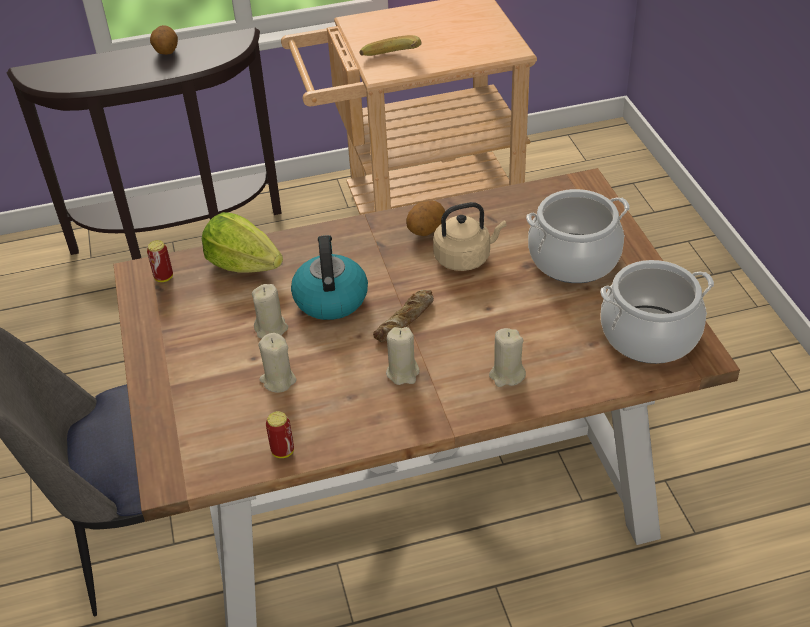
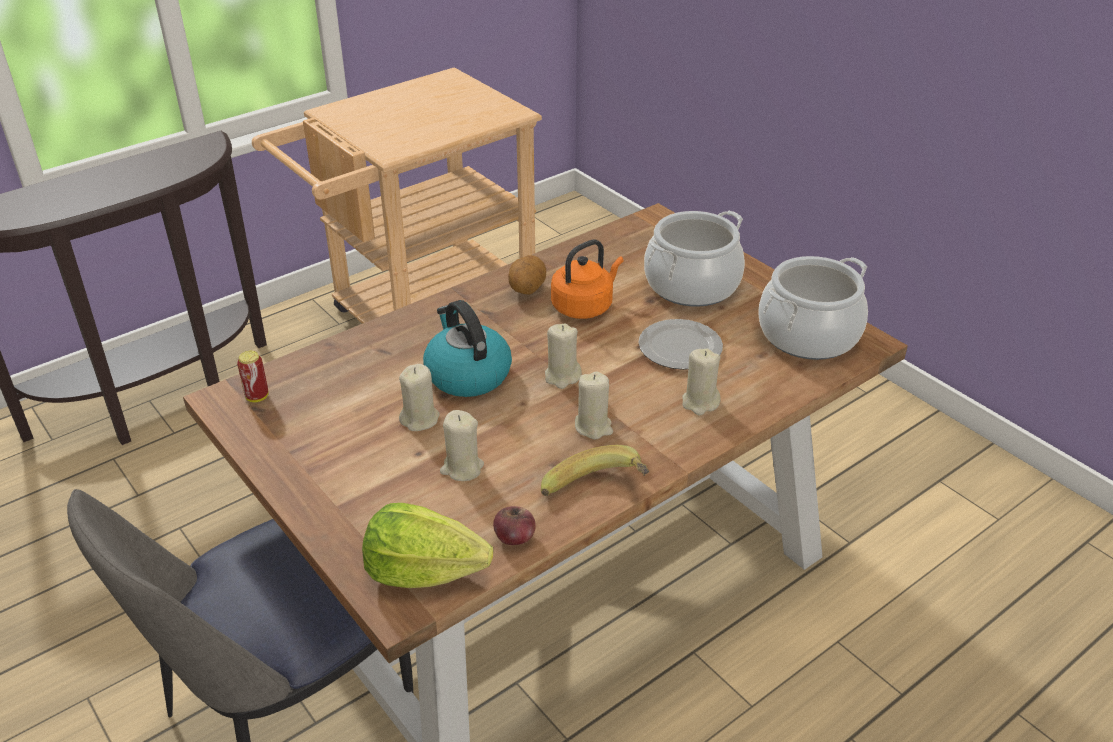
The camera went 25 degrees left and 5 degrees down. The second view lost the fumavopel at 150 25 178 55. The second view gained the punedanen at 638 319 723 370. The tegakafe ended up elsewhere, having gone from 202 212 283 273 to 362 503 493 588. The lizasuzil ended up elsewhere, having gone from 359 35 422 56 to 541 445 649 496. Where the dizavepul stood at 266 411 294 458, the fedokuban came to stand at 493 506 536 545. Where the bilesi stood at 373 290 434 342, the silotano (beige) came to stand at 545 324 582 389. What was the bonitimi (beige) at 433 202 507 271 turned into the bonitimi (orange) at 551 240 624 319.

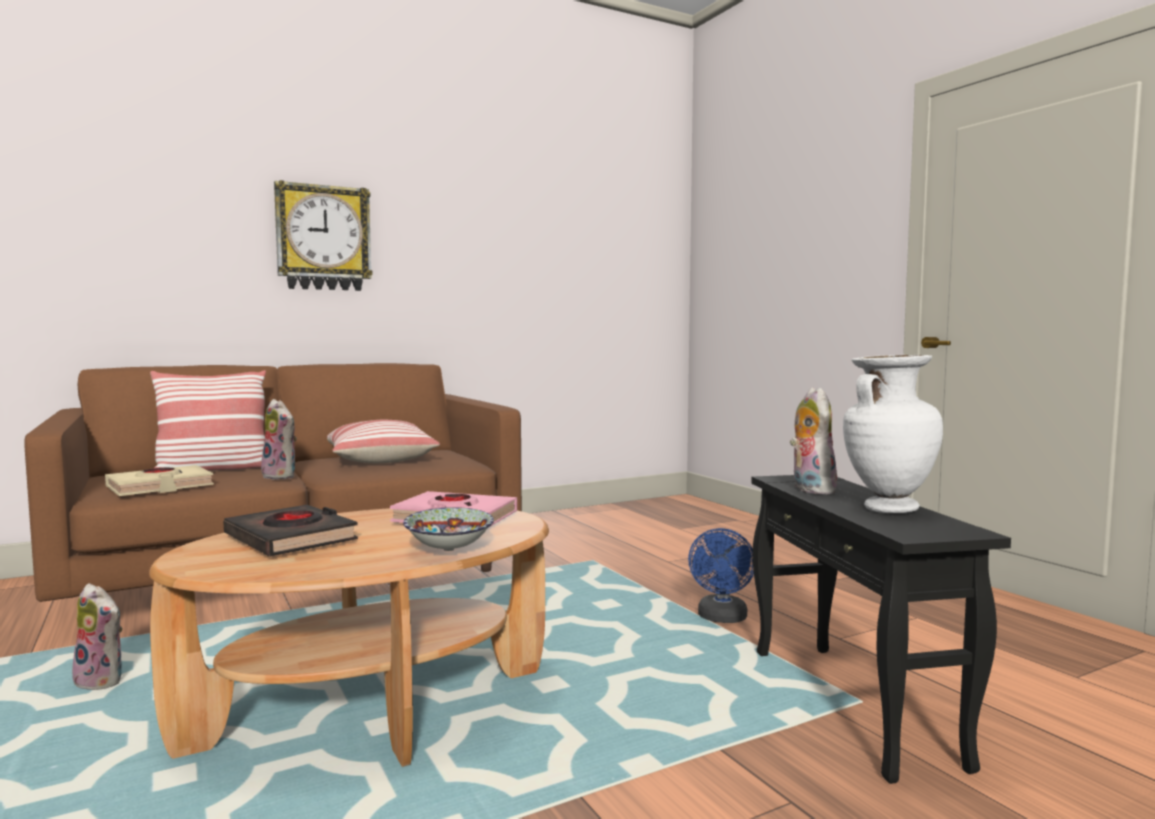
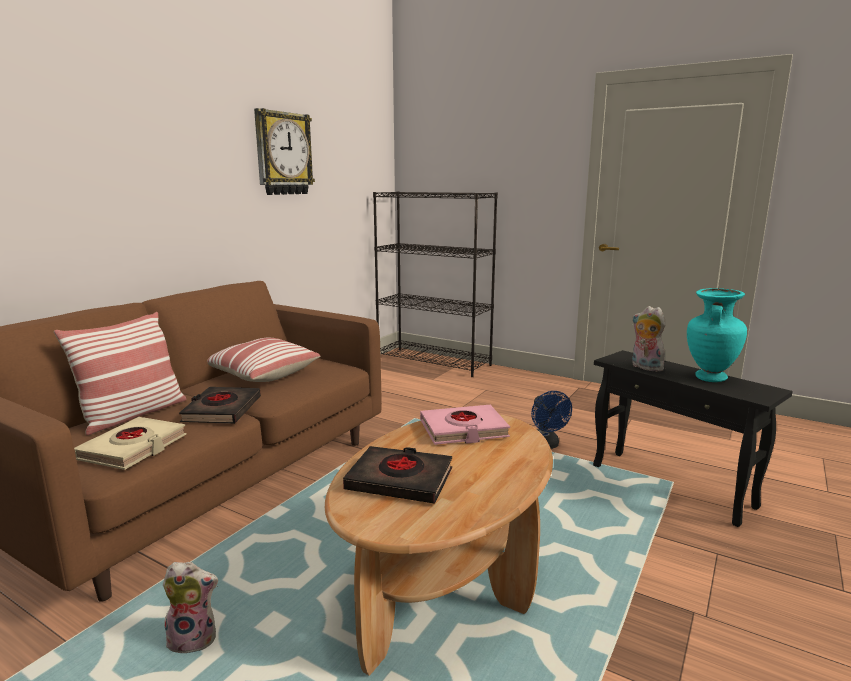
The camera went 30 degrees left and 10 degrees up. The second view lost the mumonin at 403 507 494 551. The second view gained the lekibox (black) at 373 191 498 377. The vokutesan ended up elsewhere, having gone from 274 180 373 291 to 254 108 315 195. Where the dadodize stood at 261 399 297 480, the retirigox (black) came to stand at 179 387 261 424. What was the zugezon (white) at 843 355 943 513 turned into the zugezon (turquoise) at 687 288 747 382.

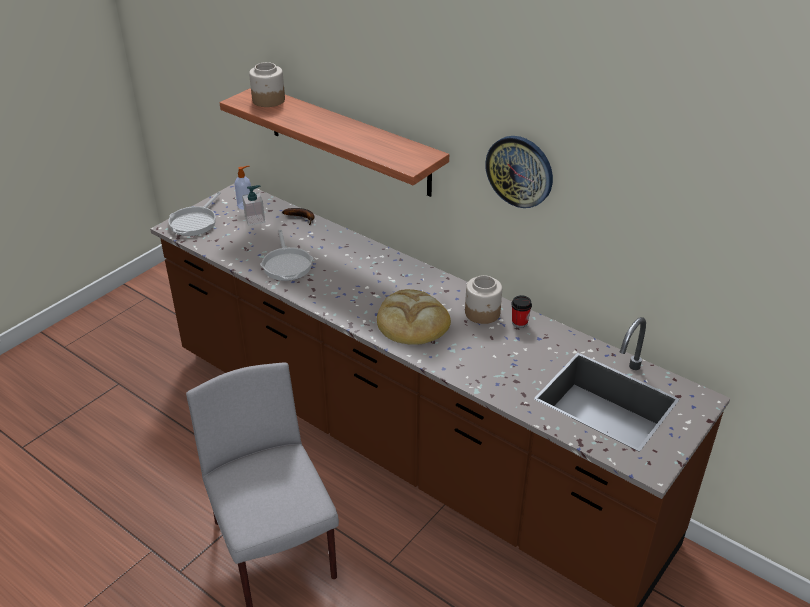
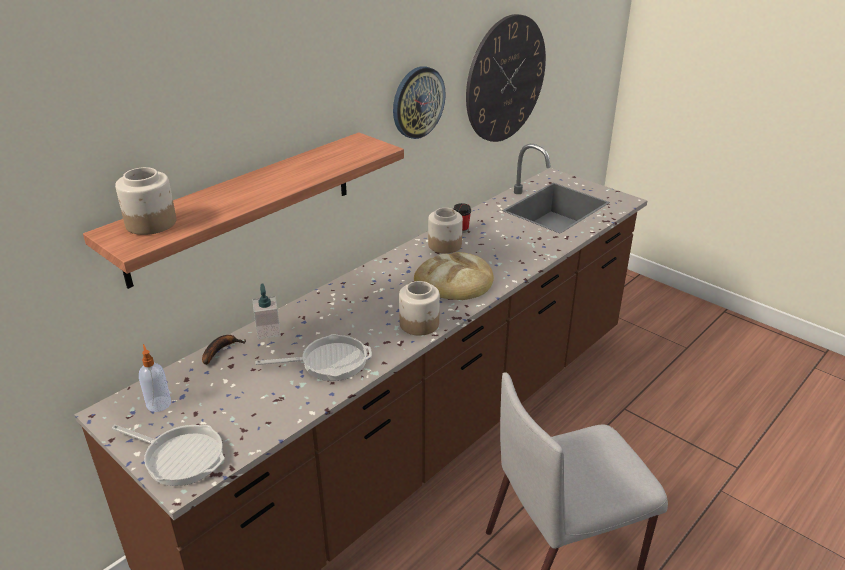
The camera went 85 degrees left and 5 degrees down. The second view gained the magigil at 399 281 440 336. The second view gained the vokutesan at 466 14 546 142. The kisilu ended up elsewhere, having gone from 242 185 265 226 to 252 284 281 340.

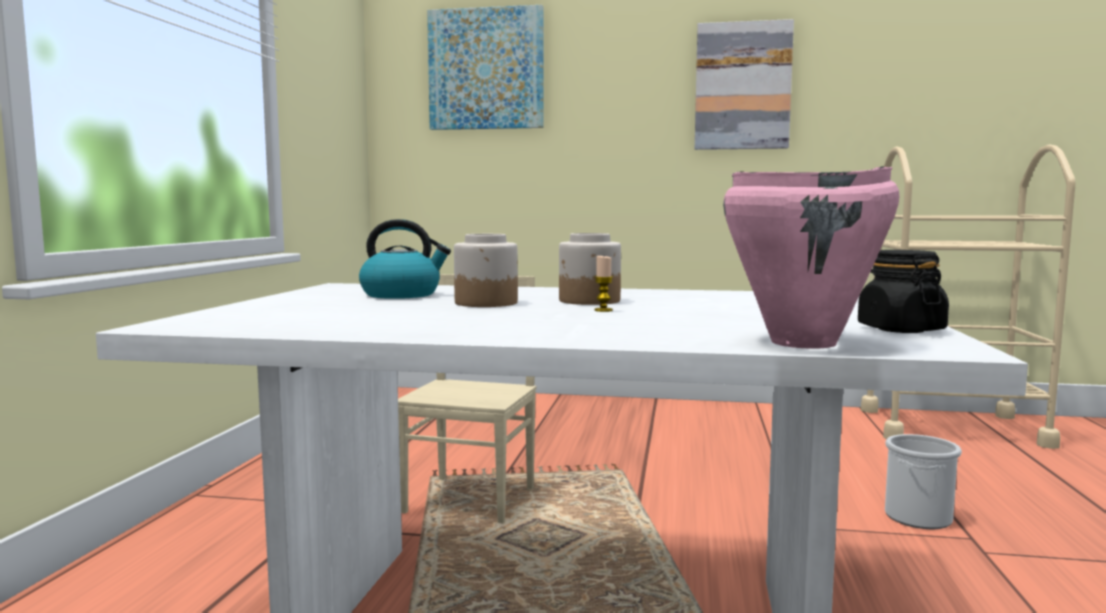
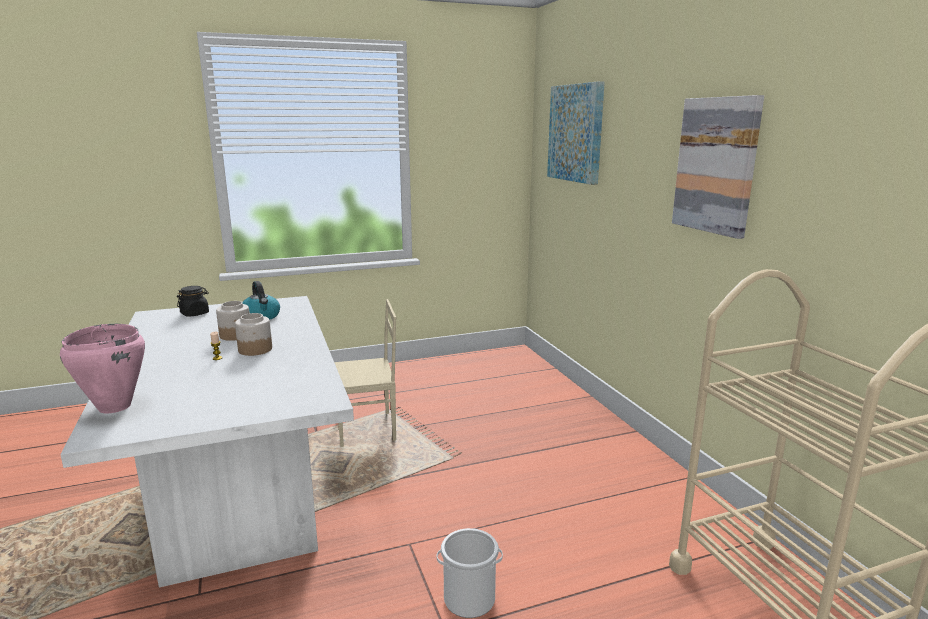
The camera went 60 degrees right and 10 degrees up. The magigil (black) ended up elsewhere, having gone from 858 250 949 333 to 177 286 209 317.

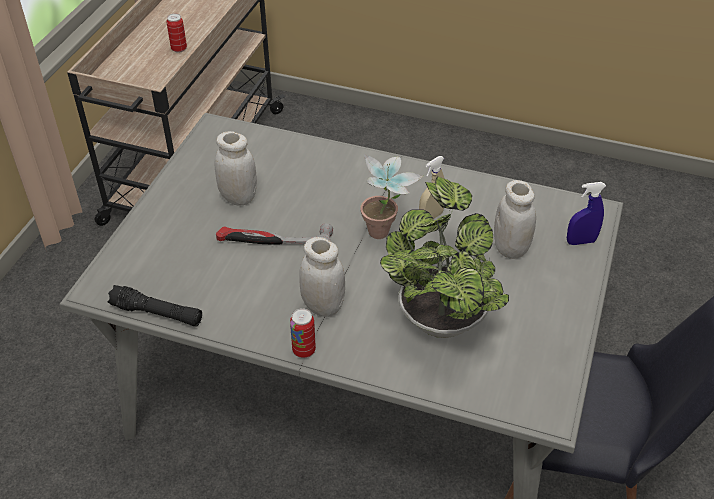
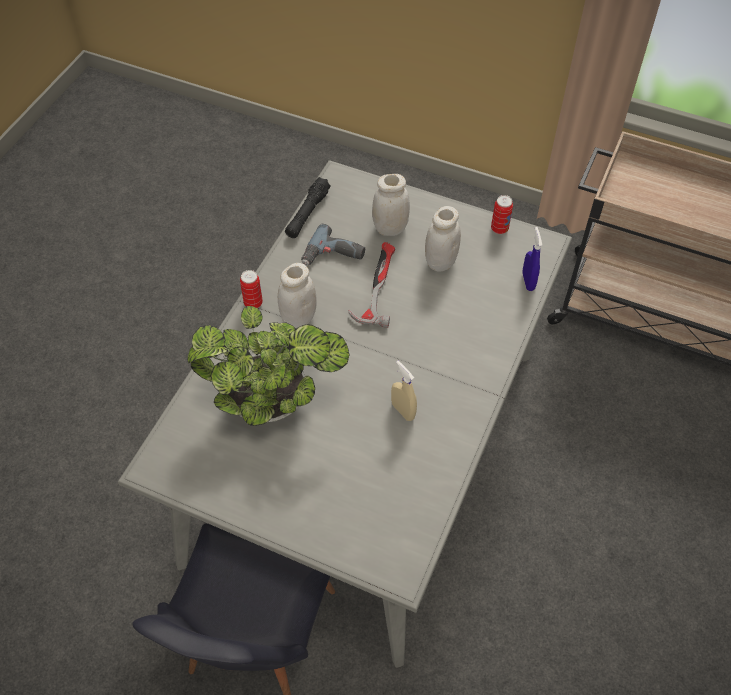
The camera went 95 degrees right and 10 degrees up. The second view lost the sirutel at 360 154 423 239. The second view gained the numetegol at 301 223 365 266. The dizavepul ended up elsewhere, having gone from 167 13 187 53 to 491 195 513 234. The magigil (white) ended up elsewhere, having gone from 494 180 536 259 to 372 174 410 236. The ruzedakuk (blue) ended up elsewhere, having gone from 567 182 606 245 to 522 227 542 291.

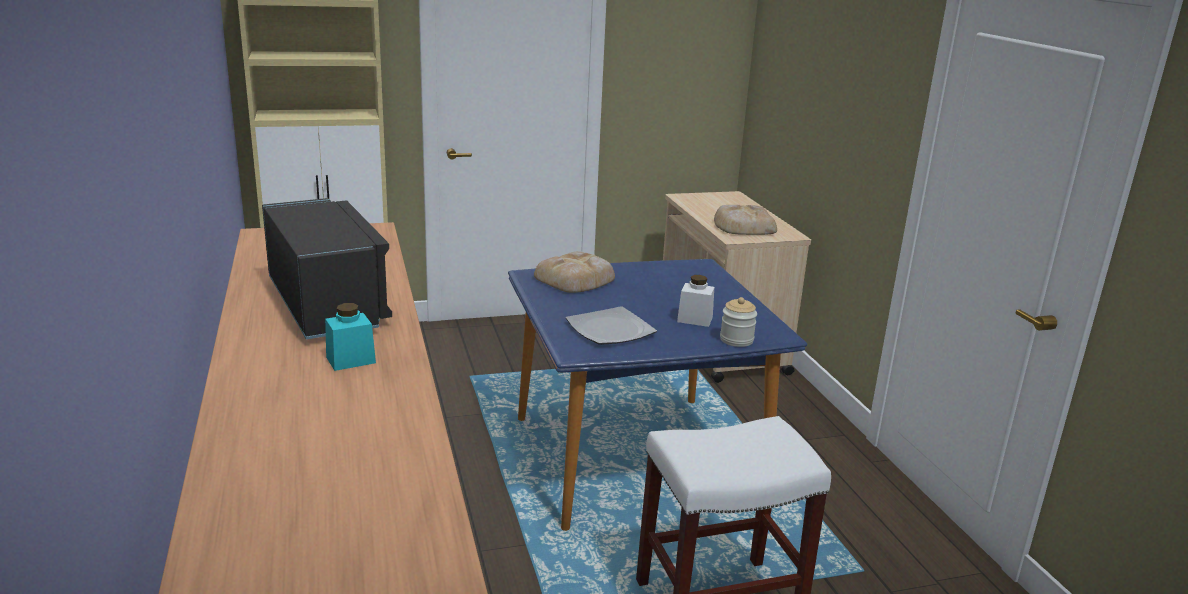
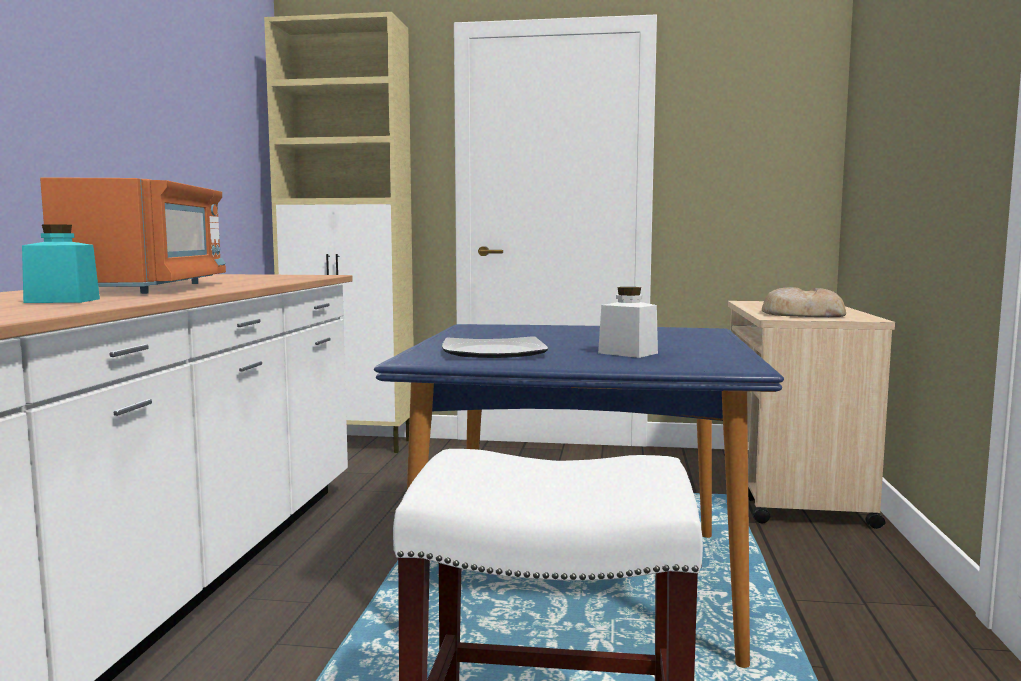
The camera went 25 degrees right and 15 degrees down. The second view lost the bilesi at 534 251 615 293. The second view lost the magigil at 720 297 757 347. What was the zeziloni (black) at 262 198 392 339 turned into the zeziloni (orange) at 40 177 226 294.

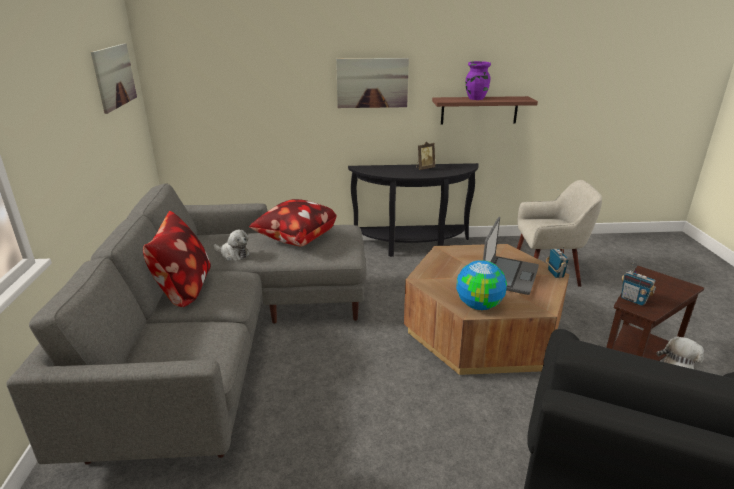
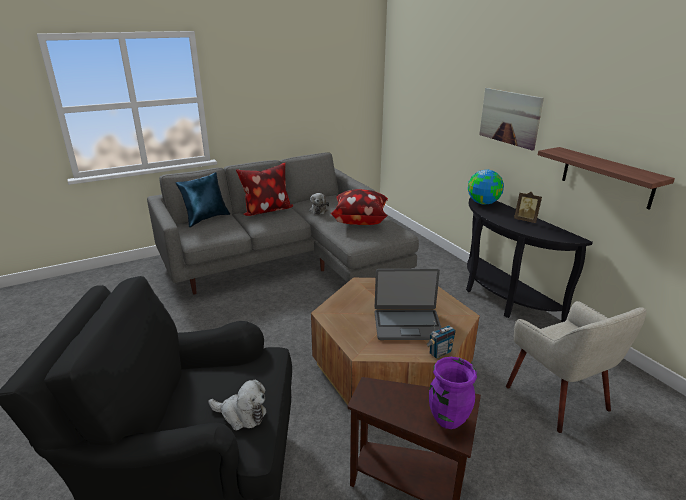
The camera went 65 degrees right and 0 degrees up. The second view lost the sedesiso at 91 43 137 114. The second view lost the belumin at 621 259 656 306. The second view gained the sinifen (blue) at 176 172 230 227. The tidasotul ended up elsewhere, having gone from 456 260 507 310 to 468 169 504 205. The zugezon (purple) ended up elsewhere, having gone from 466 61 491 100 to 429 357 477 429.

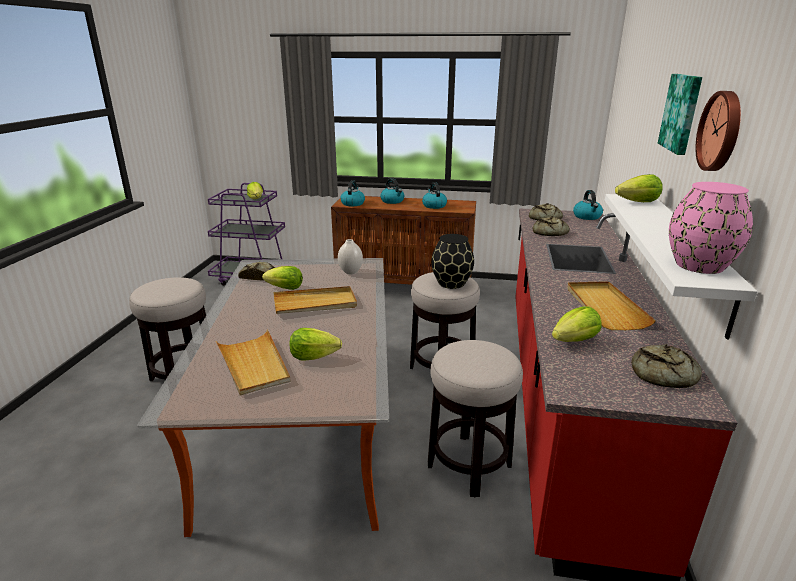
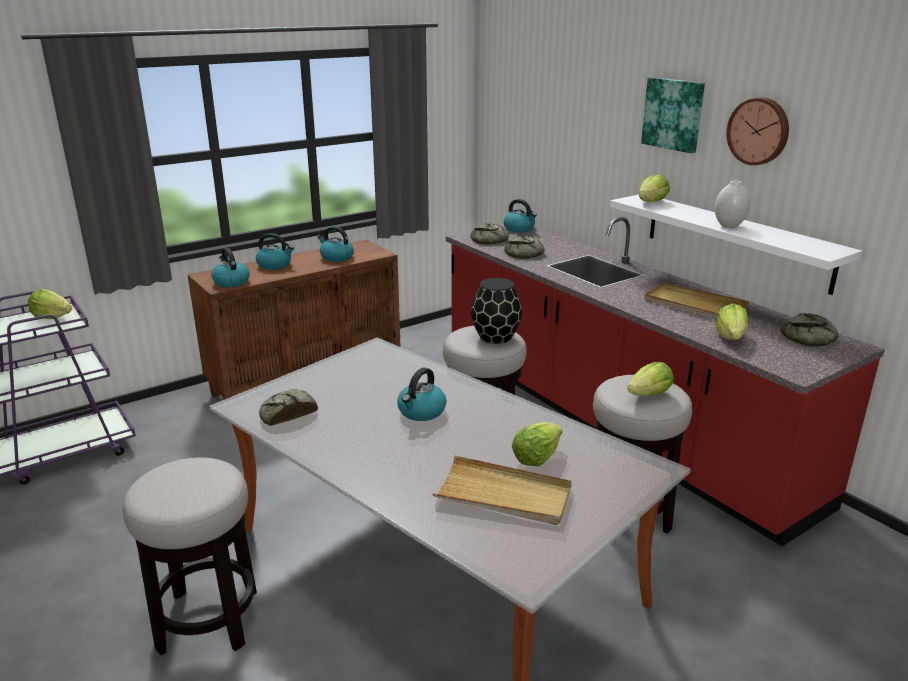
The camera went 45 degrees left and 0 degrees up. The second view lost the zugezon (pink) at 669 182 753 274. The tegakafe ended up elsewhere, having gone from 262 266 303 290 to 627 362 673 396. The zugezon (white) ended up elsewhere, having gone from 338 239 363 274 to 715 180 750 228. Where the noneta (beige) stood at 273 286 357 314, the bonitimi came to stand at 397 368 446 421.

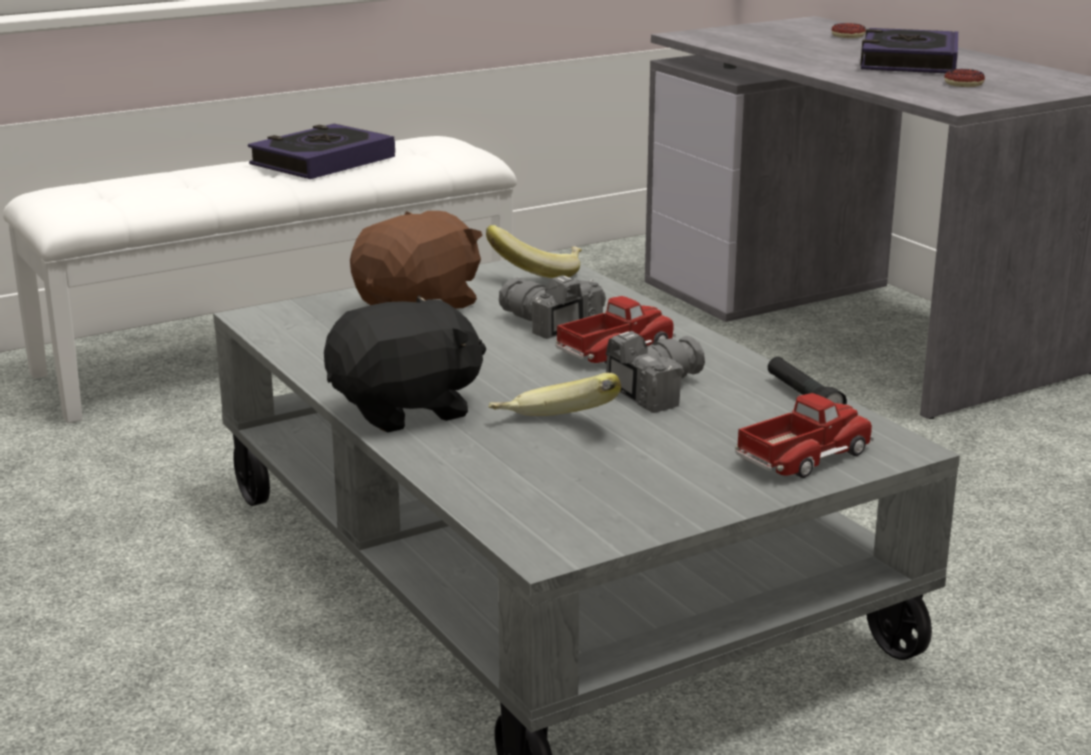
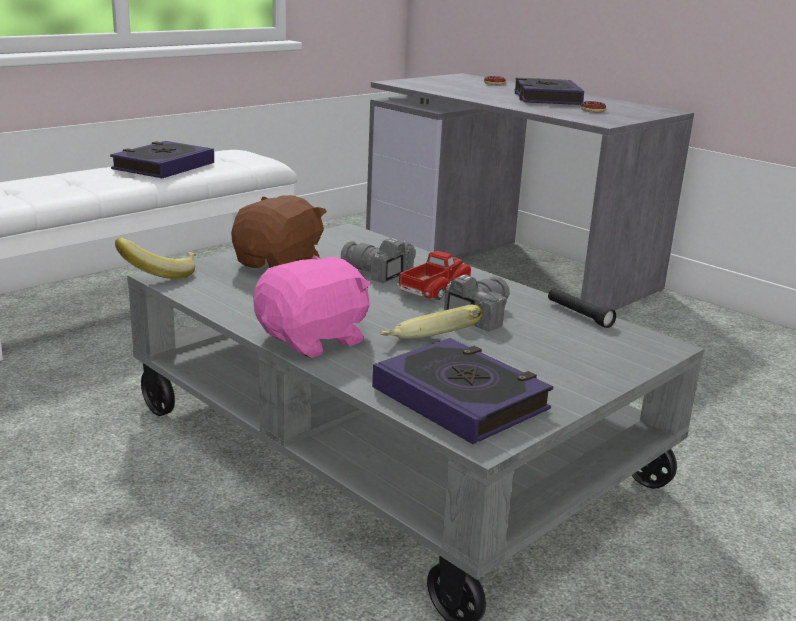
The camera went 15 degrees left and 0 degrees up. The second view lost the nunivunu at 735 393 874 478. The second view gained the retirigox at 372 338 553 444. The lizasuzil ended up elsewhere, having gone from 486 225 582 278 to 115 238 196 279. What was the dadodize (black) at 324 295 486 433 turned into the dadodize (pink) at 253 255 370 358.

